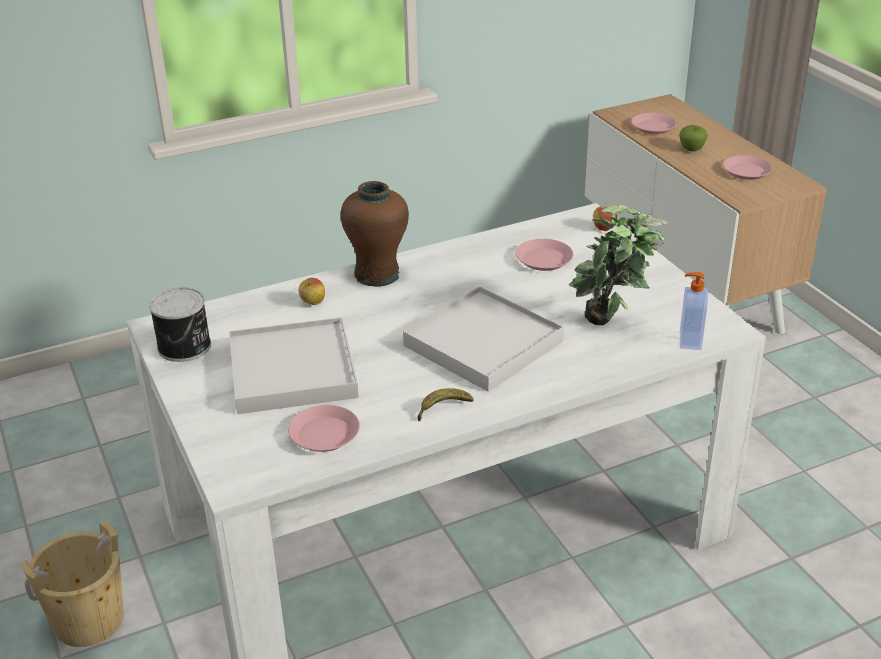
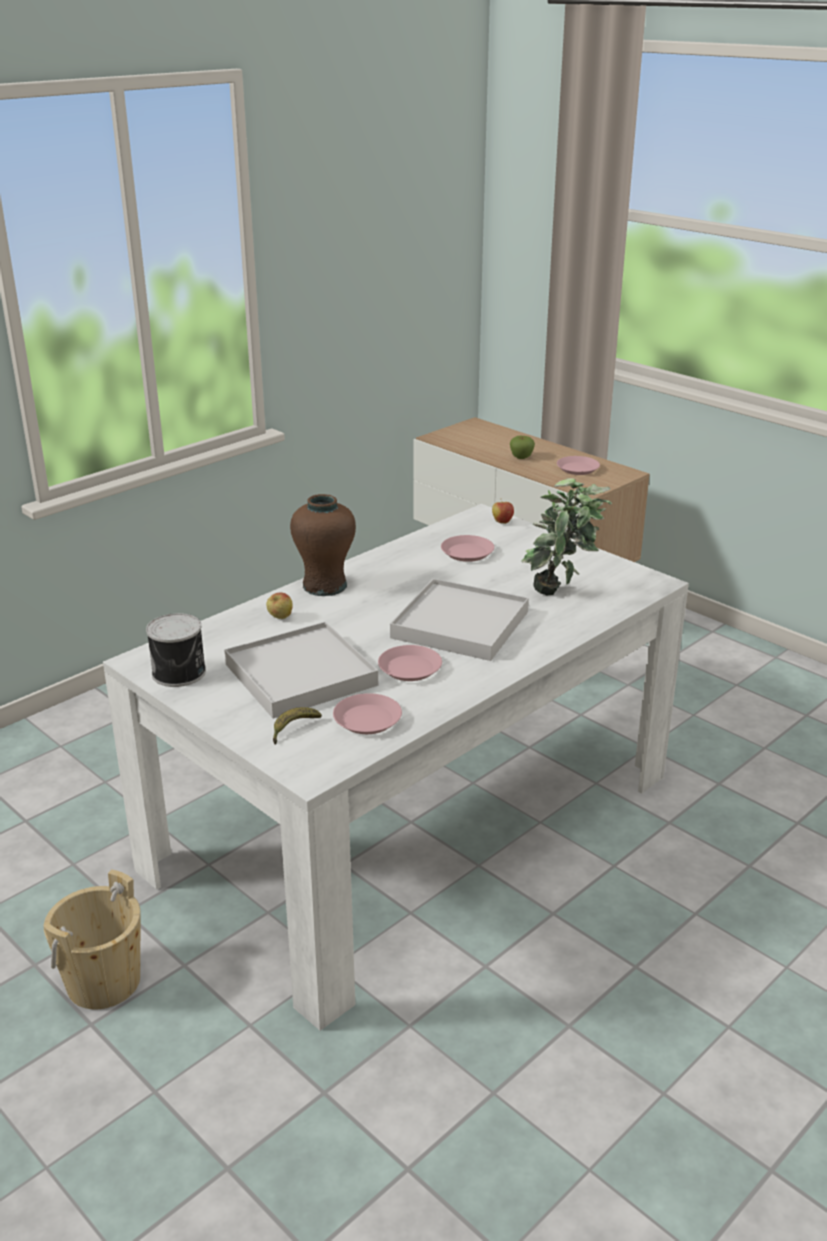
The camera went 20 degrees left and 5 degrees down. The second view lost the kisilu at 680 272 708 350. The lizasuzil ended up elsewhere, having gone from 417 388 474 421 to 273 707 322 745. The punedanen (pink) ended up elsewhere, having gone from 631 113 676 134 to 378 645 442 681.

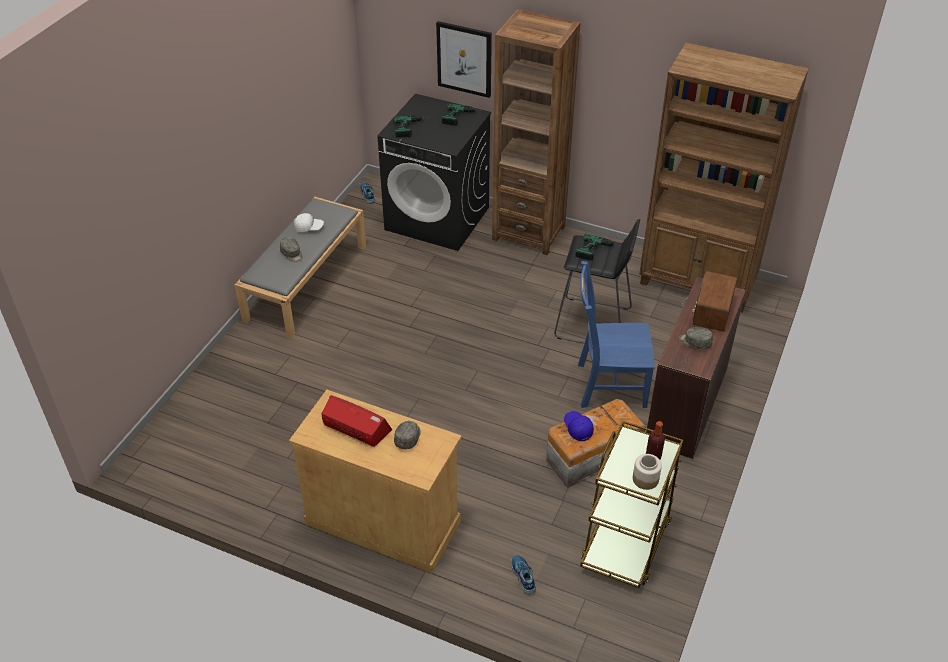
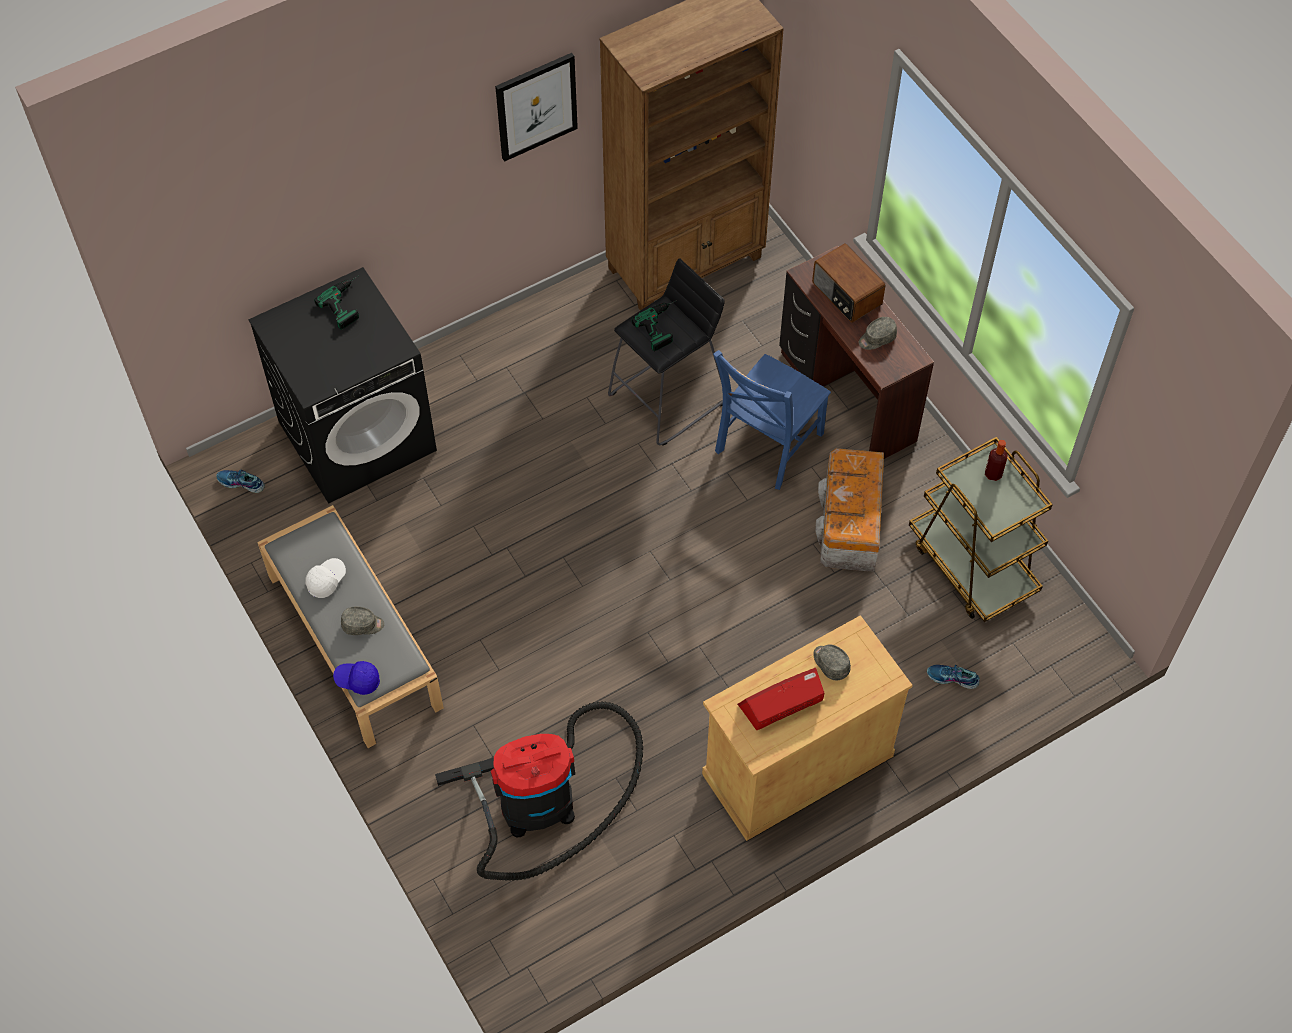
The camera went 55 degrees left and 15 degrees up. The second view lost the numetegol at 393 115 423 138. The second view lost the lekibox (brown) at 492 9 580 255. The second view lost the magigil at 633 454 662 490. The second view gained the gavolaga at 435 701 643 881. The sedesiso ended up elsewhere, having gone from 436 21 492 98 to 495 53 578 161. The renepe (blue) ended up elsewhere, having gone from 564 411 594 441 to 333 661 380 695.

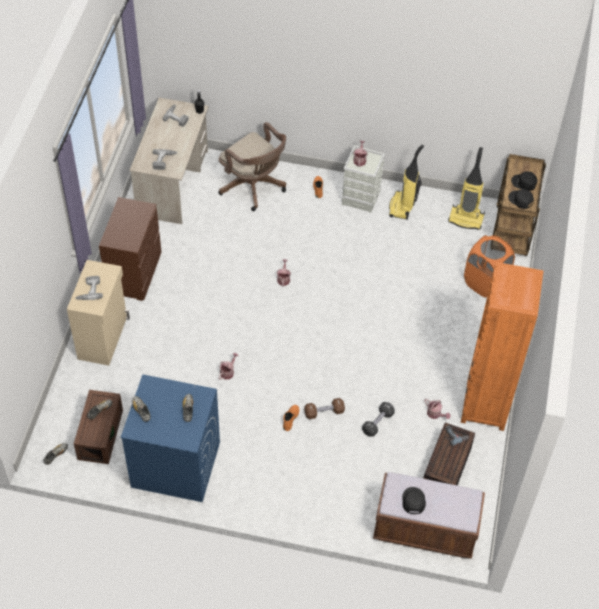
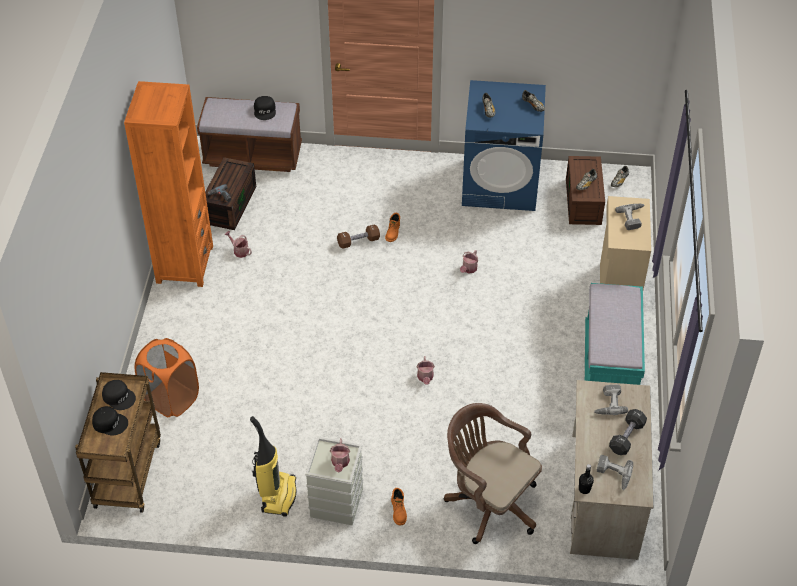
The camera went 175 degrees right and 5 degrees down. The second view lost the gavolaga at 448 147 485 230. The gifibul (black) ended up elsewhere, having gone from 362 402 395 437 to 609 409 647 455. Where the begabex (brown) stood at 99 197 162 301, the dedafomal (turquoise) came to stand at 585 283 645 385.

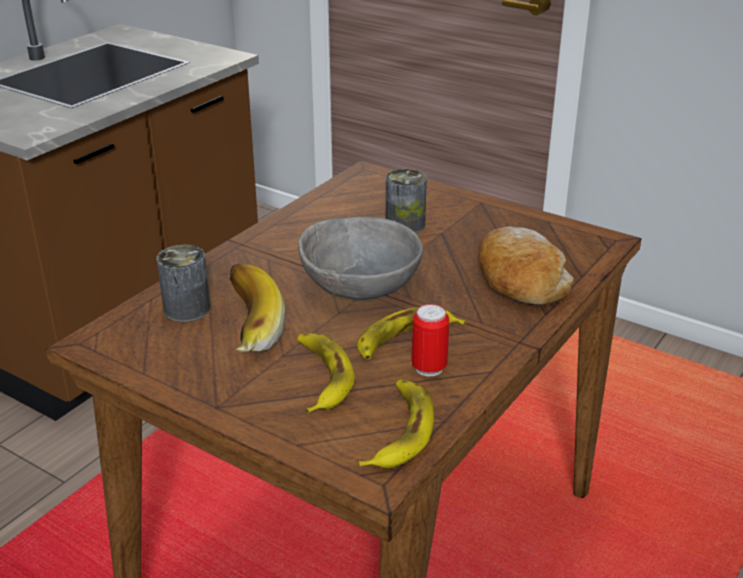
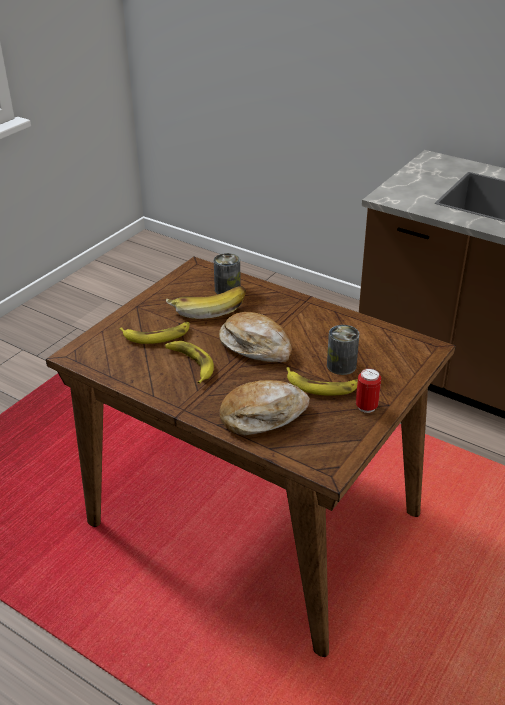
The camera went 90 degrees right and 5 degrees up. The lizasuzil ended up elsewhere, having gone from 359 380 434 468 to 286 367 358 396. The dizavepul ended up elsewhere, having gone from 412 304 449 376 to 356 368 381 413. Where the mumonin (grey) stood at 298 217 423 300, the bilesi came to stand at 219 312 292 362.

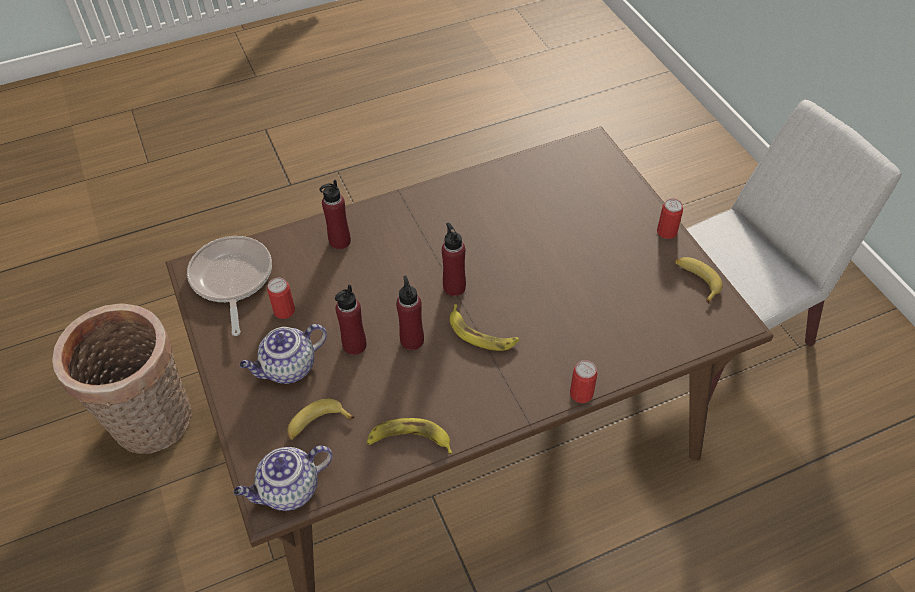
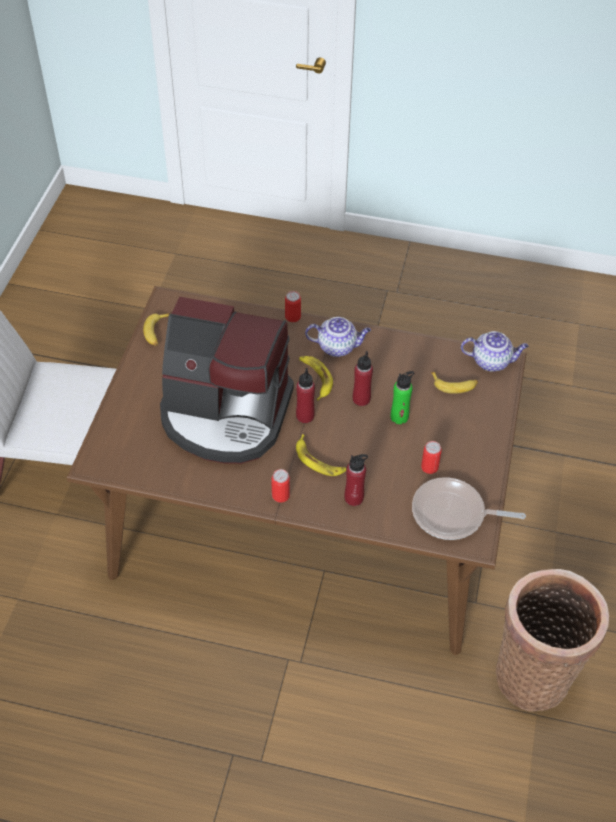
The camera went 145 degrees left and 0 degrees up. The second view gained the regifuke at 160 297 294 464. The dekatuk ended up elsewhere, having gone from 239 324 327 384 to 305 317 371 357. The lizasuzil ended up elsewhere, having gone from 367 418 453 454 to 296 434 346 476. The dizavepul ended up elsewhere, having gone from 657 198 683 239 to 271 469 290 503. What was the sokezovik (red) at 335 284 366 355 turned into the sokezovik (green) at 391 371 415 424. The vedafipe at 187 236 272 336 ended up facing another way, 75 degrees clockwise from before.

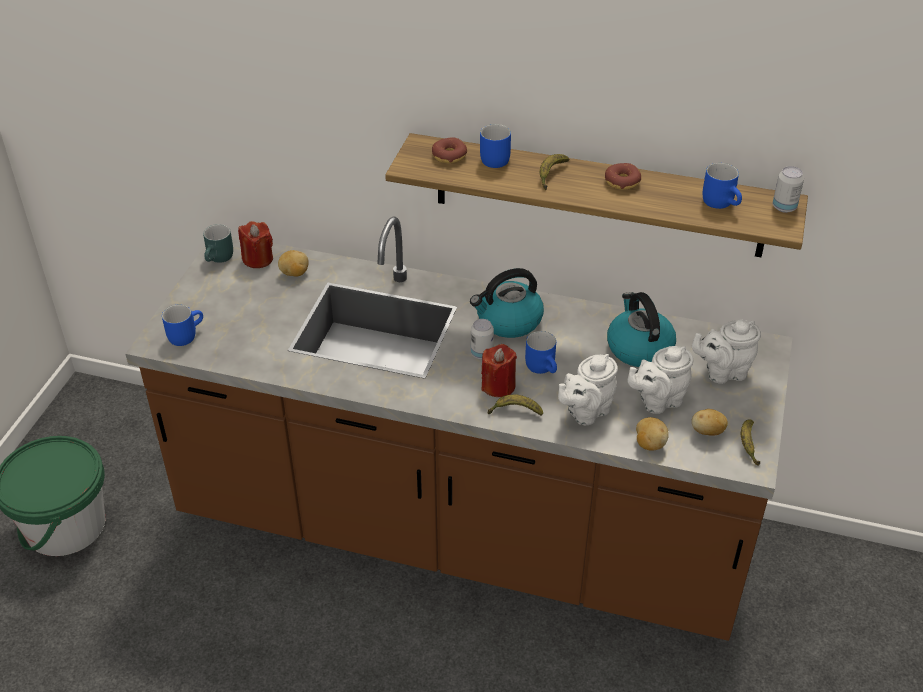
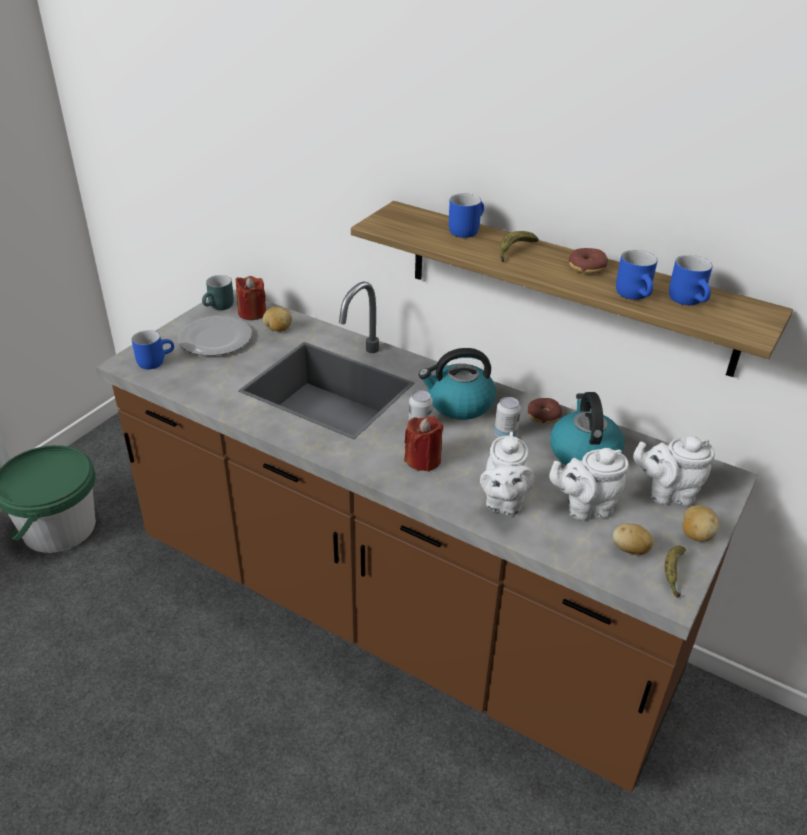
The camera went 15 degrees right and 5 degrees down. The second view lost the lizasuzil at 488 394 543 416. The second view gained the punedanen at 178 316 252 356. The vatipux ended up elsewhere, having gone from 432 137 467 163 to 528 398 562 424. The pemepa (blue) ended up elsewhere, having gone from 525 331 557 374 to 616 250 657 300. The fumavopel ended up elsewhere, having gone from 636 417 669 451 to 682 505 720 542. The dizavepul ended up elsewhere, having gone from 773 166 804 213 to 494 397 521 437. The dekatuk (white) at 558 354 618 425 ended up facing another way, 60 degrees counterclockwise from before.

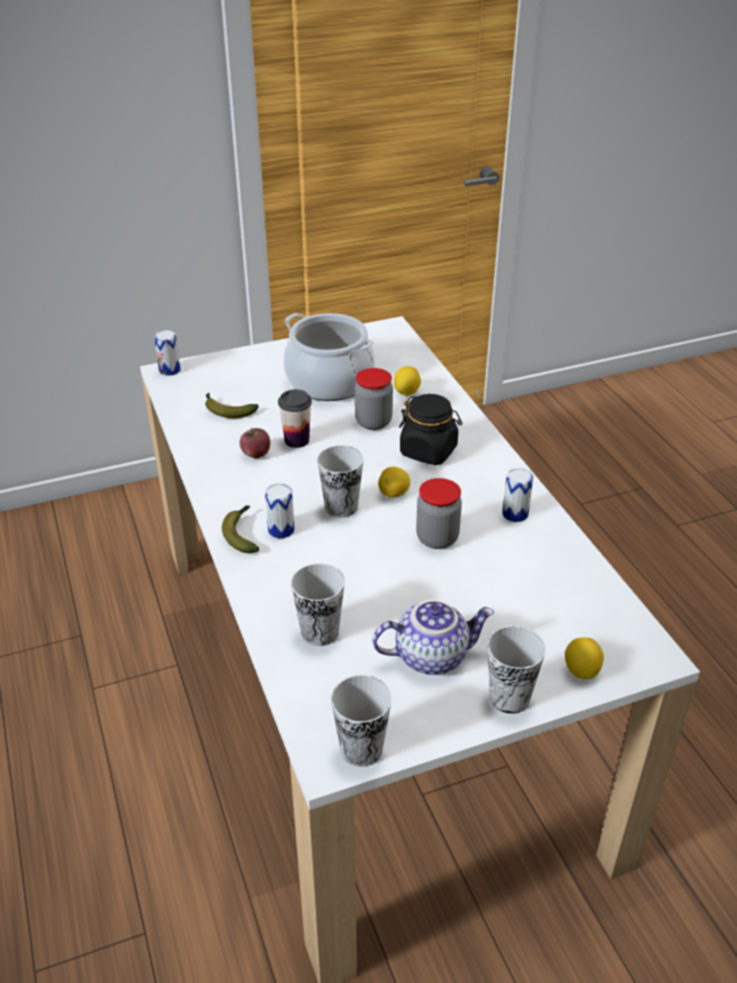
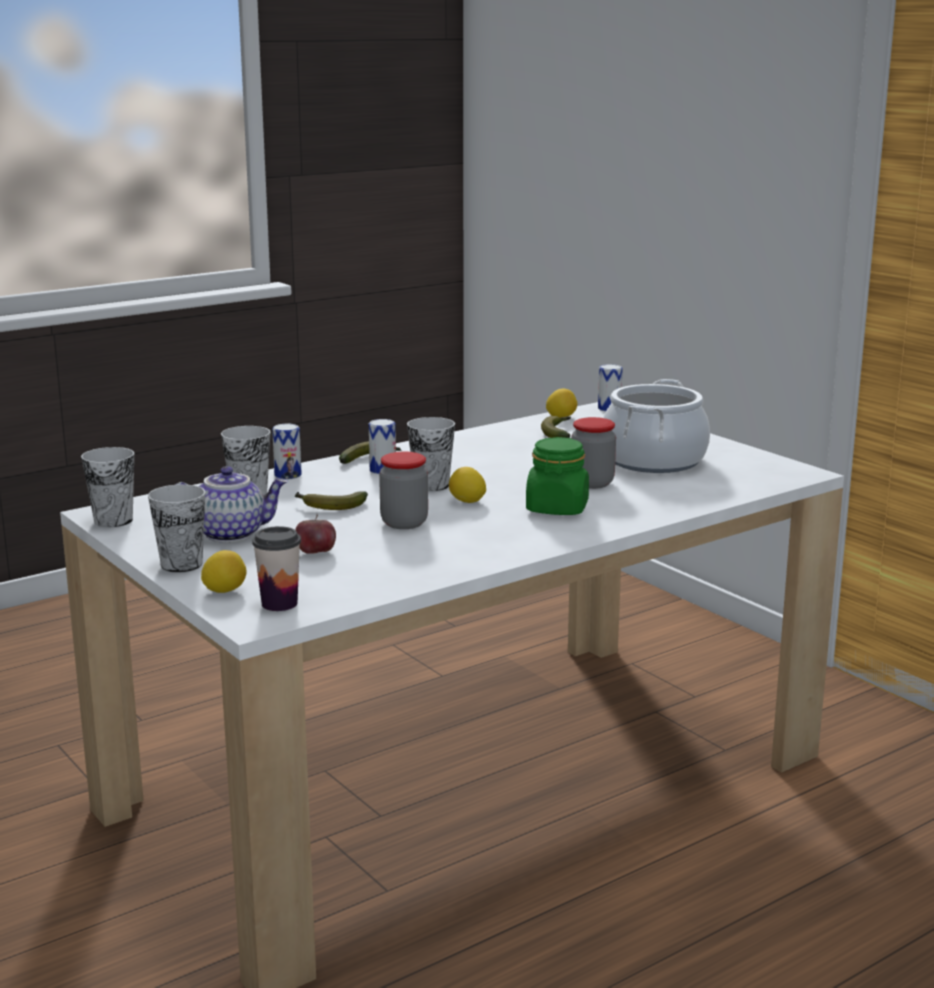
The camera went 75 degrees right and 20 degrees down. The second view gained the lizasuzil at 294 491 368 510. The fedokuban ended up elsewhere, having gone from 240 428 270 458 to 295 514 336 554. The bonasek ended up elsewhere, having gone from 278 389 312 448 to 252 526 301 611. The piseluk ended up elsewhere, having gone from 394 366 421 396 to 546 389 577 418. The dizavepul ended up elsewhere, having gone from 502 468 533 522 to 272 424 302 479. What was the magigil (black) at 399 394 462 465 turned into the magigil (green) at 526 437 589 515. The dekatuk at 372 600 494 675 ended up facing another way, 75 degrees counterclockwise from before.

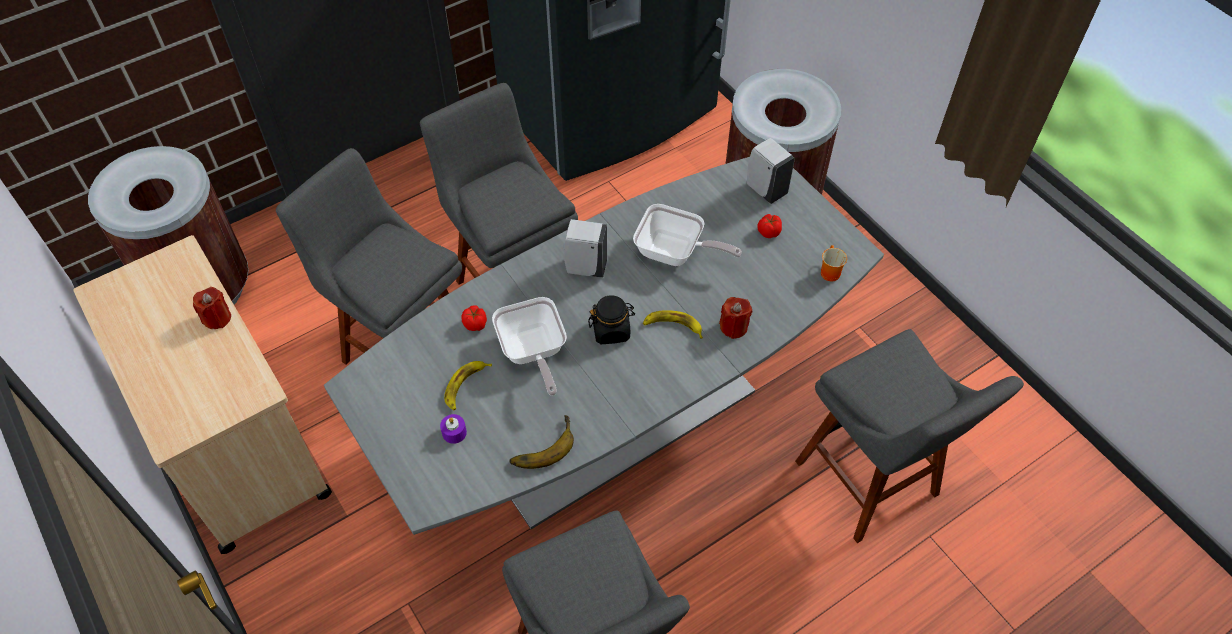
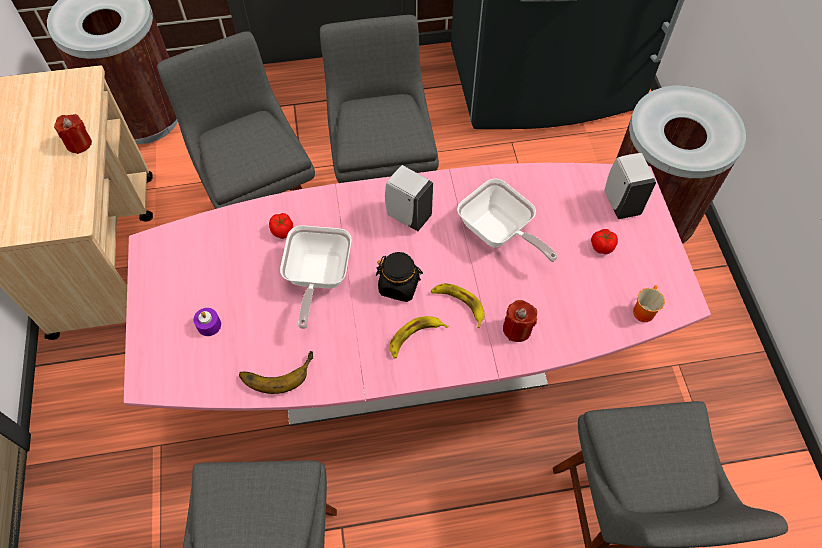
The camera went 25 degrees right and 5 degrees up. The lizasuzil ended up elsewhere, having gone from 444 361 492 410 to 389 316 448 359. What was the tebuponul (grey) at 324 157 884 535 turned into the tebuponul (pink) at 124 163 711 426.

